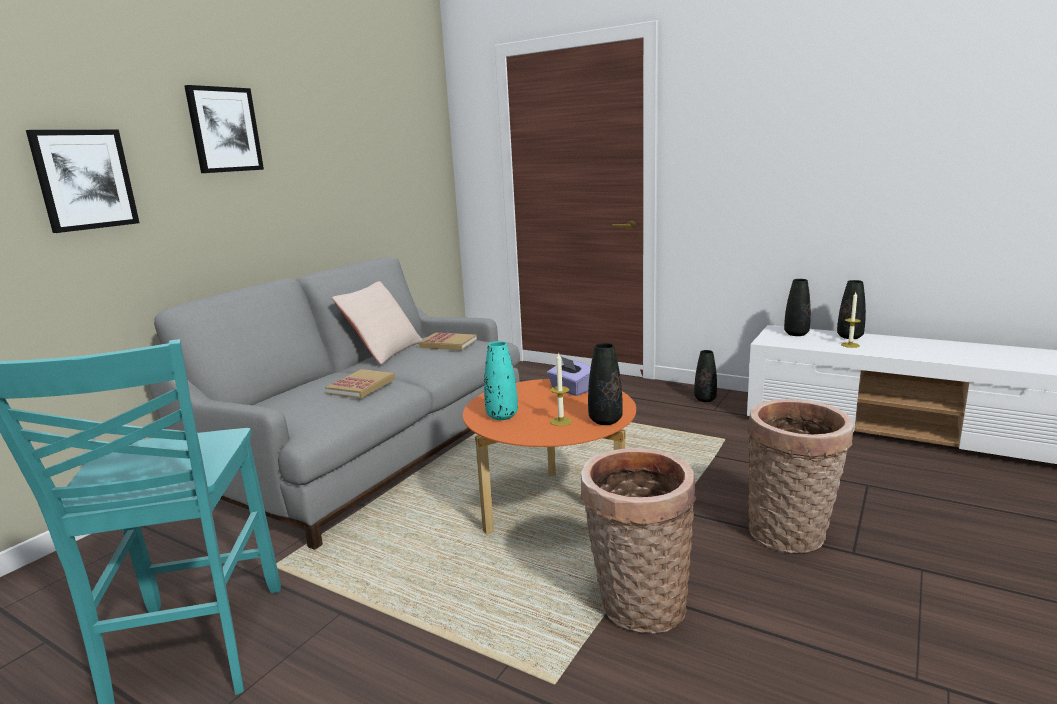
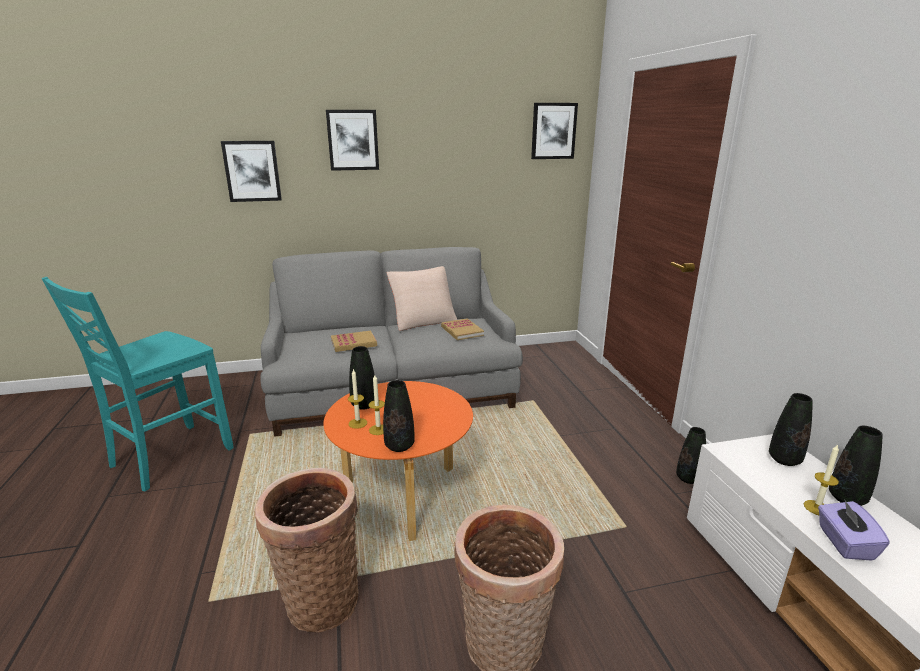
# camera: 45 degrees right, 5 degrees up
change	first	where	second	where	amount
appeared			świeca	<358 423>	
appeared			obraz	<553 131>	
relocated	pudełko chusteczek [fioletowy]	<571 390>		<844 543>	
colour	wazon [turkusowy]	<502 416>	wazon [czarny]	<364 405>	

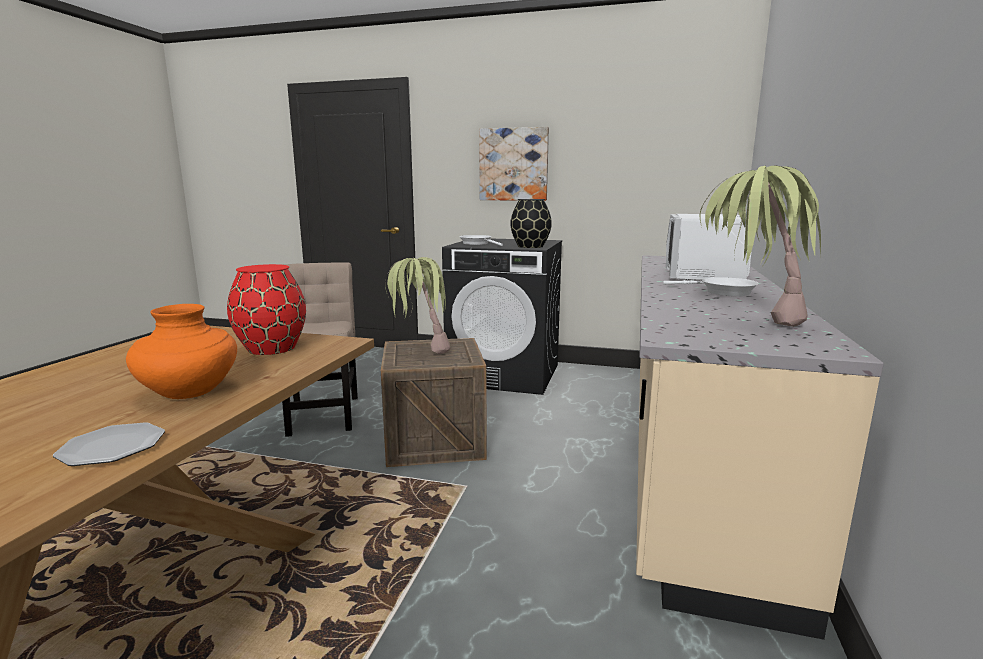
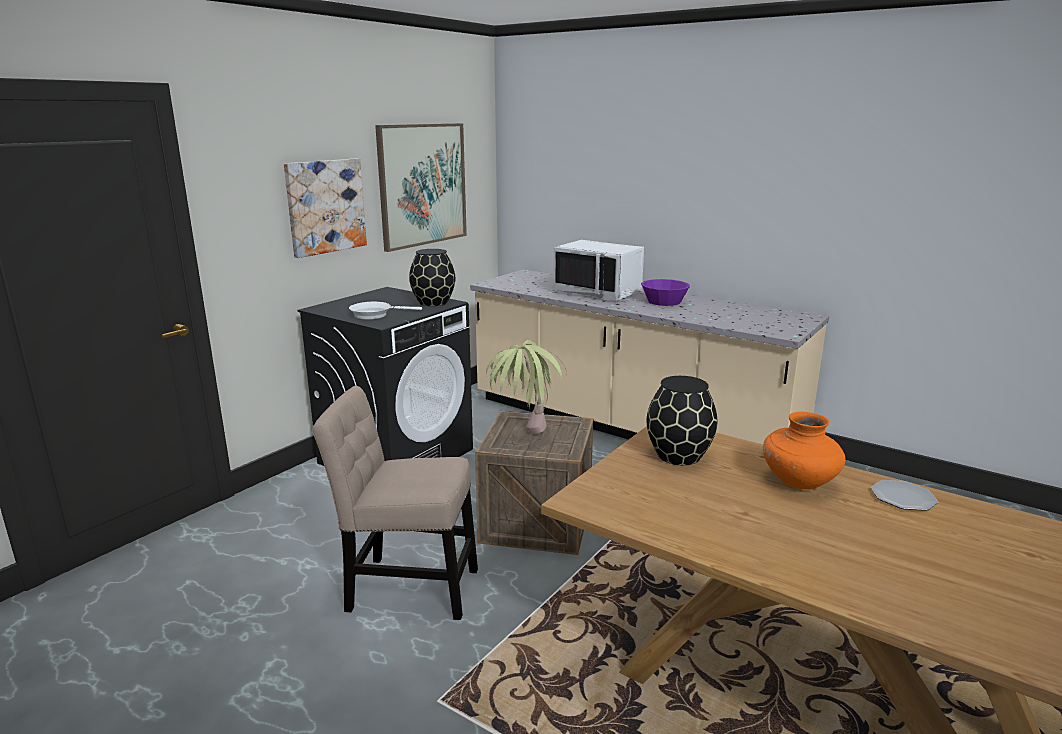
# camera: 70 degrees left, 5 degrees up
change	first	where	second	where	amount
missing	roślina doniczkowa	<749 324>			
appeared			obraz	<422 185>	
exchanged	patelnia [biały]	<722 292>	miska [fioletowy]	<664 301>	
colour	wazon [czerwony]	<271 348>	wazon [czarny]	<678 456>	

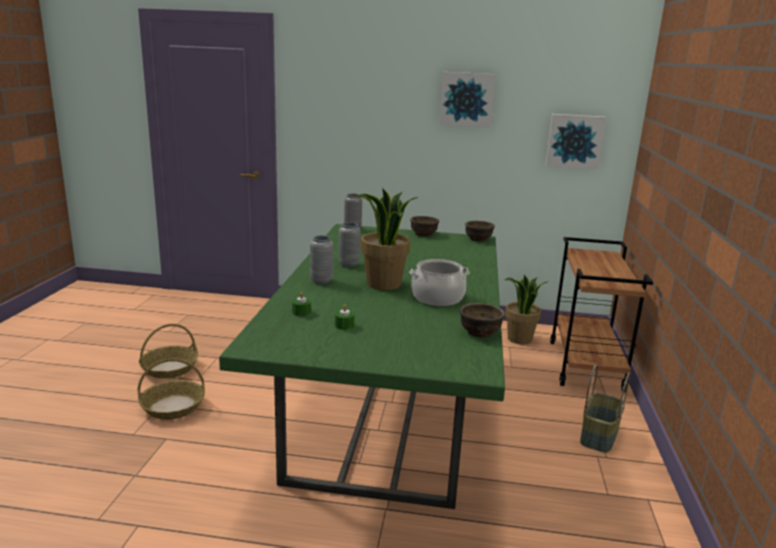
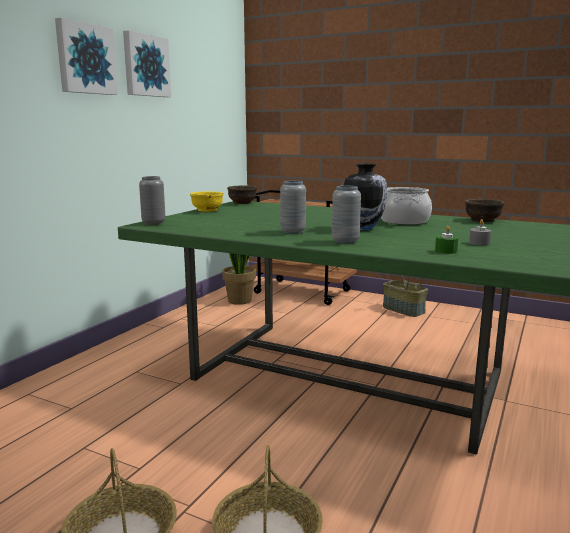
# camera: 70 degrees left, 5 degrees down
change	first	where	second	where	amount
relocated	obraz	<574 141>		<85 59>	
exchanged	roślina doniczkowa	<383 284>	wazon	<363 228>	
colour	świeca [zielony]	<344 325>	świeca [szary]	<479 243>	
colour	miska [brązowy]	<423 234>	miska [żółty]	<207 210>	

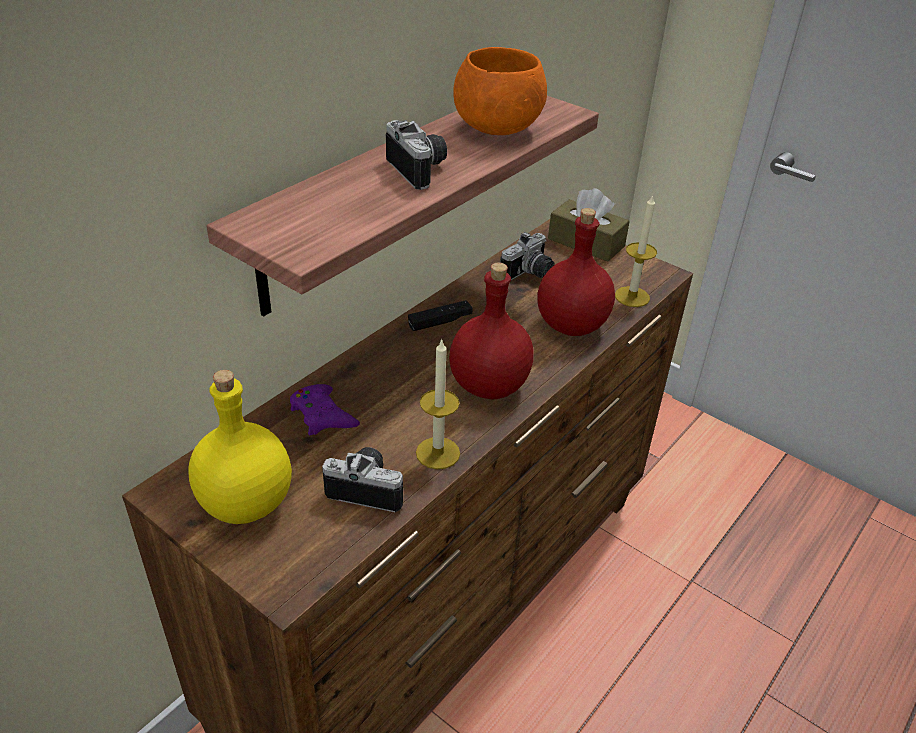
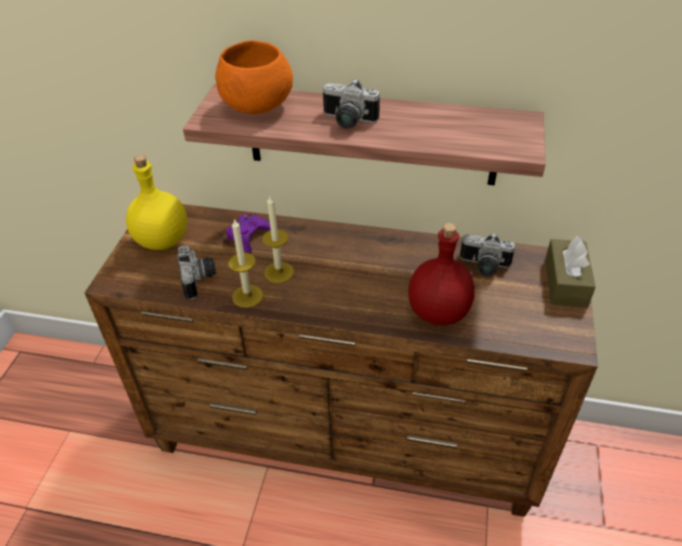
# camera: 65 degrees right, 5 degrees up
change	first	where	second	where	amount
missing	pad do gier [czarny]	<440 322>			
missing	butelka [czerwony]	<490 386>			
relocated	miska [pomarańczowy]	<496 128>		<256 106>	
relocated	świeca	<632 296>		<279 272>	
spun	aparat fotograficzny	<421 170>		<347 121>	75 degrees clockwise

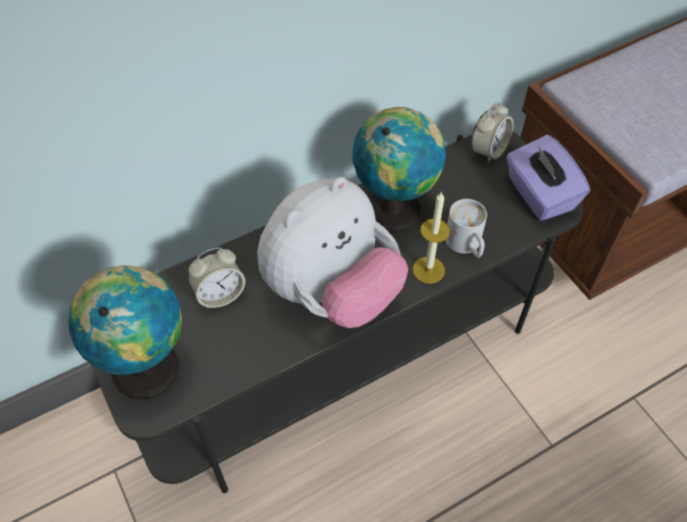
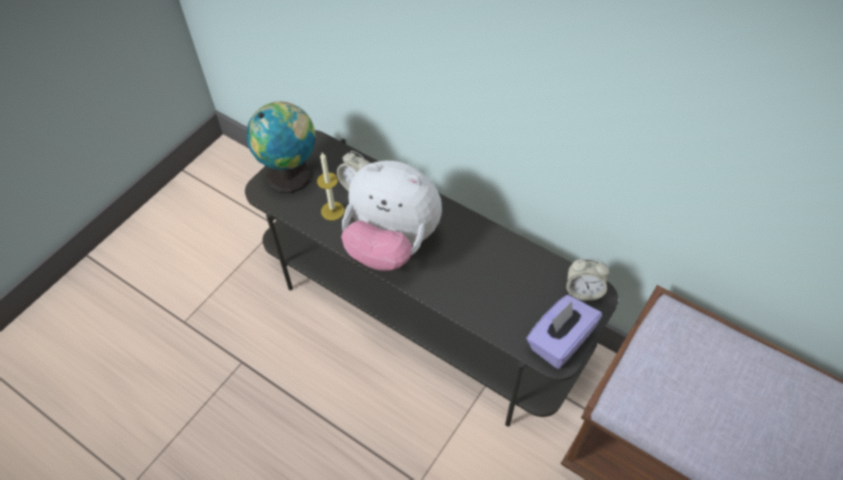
# camera: 65 degrees right, 0 degrees up
change	first	where	second	where	amount
missing	globus	<394 207>			
missing	kubek [biały]	<466 245>			
relocated	świeca	<428 270>		<332 211>	

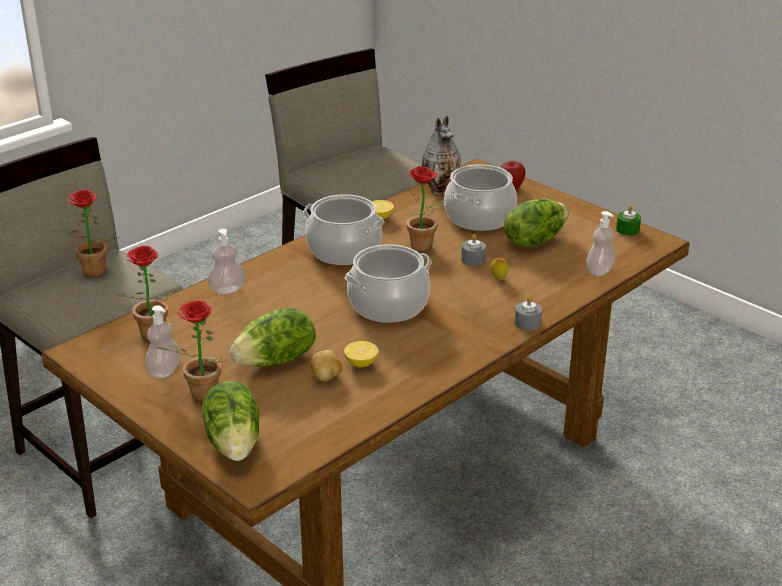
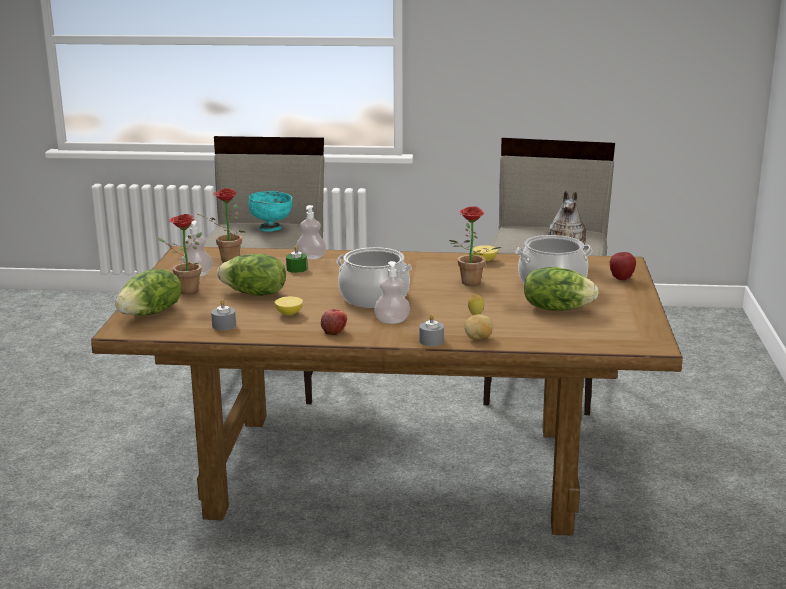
# camera: 50 degrees right, 10 degrees down
change	first	where	second	where	amount
missing	garnek	<344 250>			
appeared			jabłko	<334 331>	
relocated	ziemniak	<326 377>		<478 338>	
relocated	świeca [szary]	<473 259>		<224 325>	
relocated	dozownik mydła	<599 271>		<392 321>	
relocated	świeca [zielony]	<627 230>		<296 269>	
exchanged	roślina doniczkowa	<91 274>	miska [turkusowy]	<271 228>	

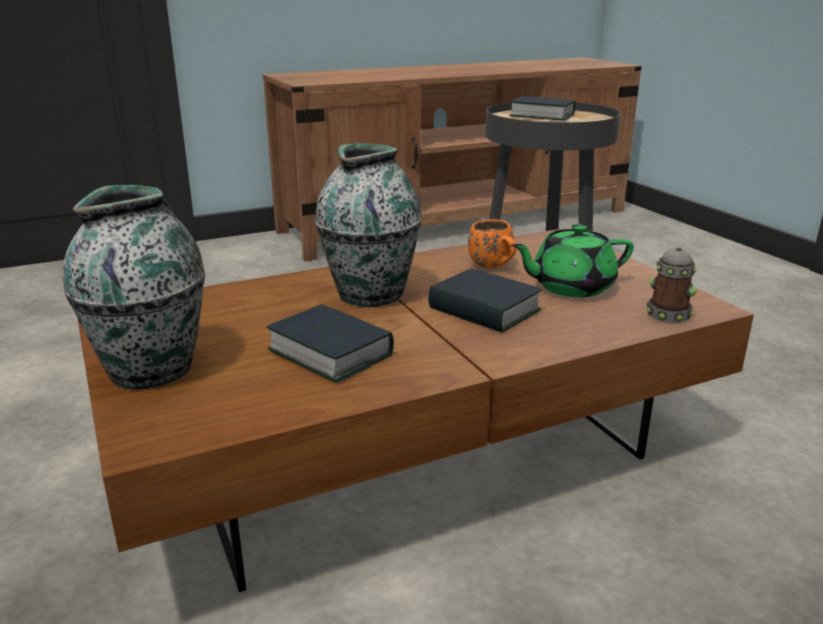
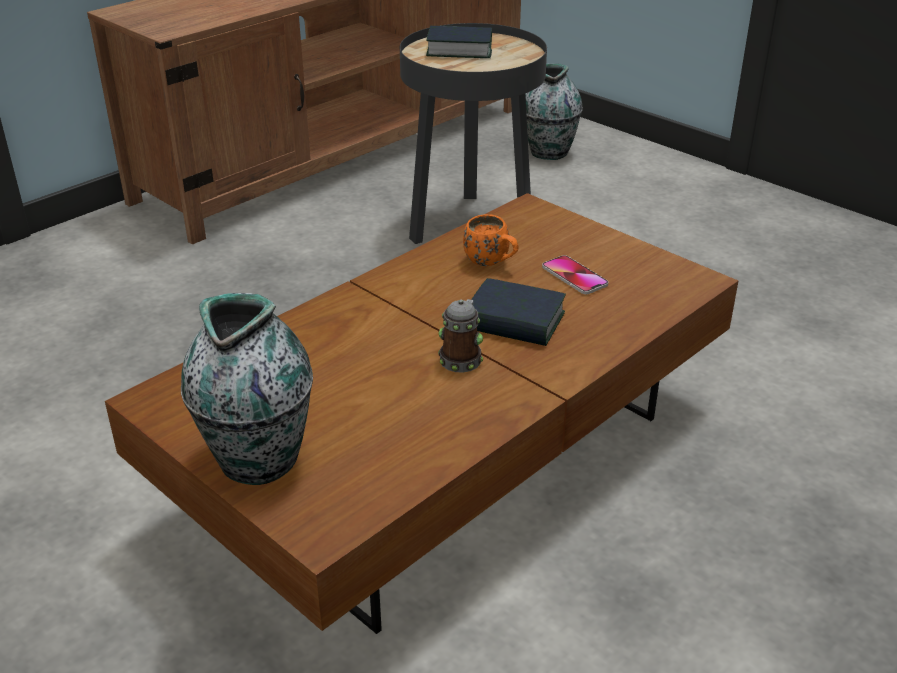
# camera: 20 degrees left, 10 degrees up
change	first	where	second	where	amount
missing	książka	<330 352>			
relocated	wazon	<371 294>		<548 152>	
relocated	kubek	<670 313>		<462 357>	
exchanged	imbryk [zielony]	<570 287>	telefon	<574 276>	

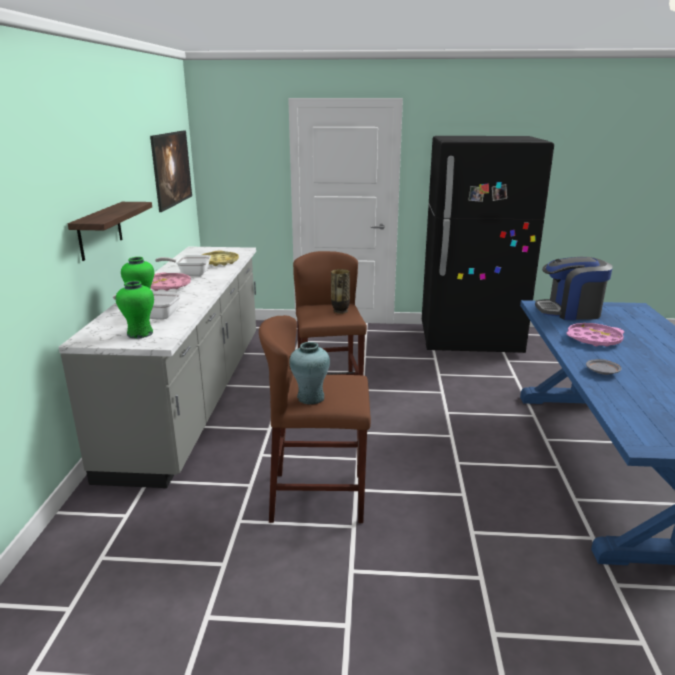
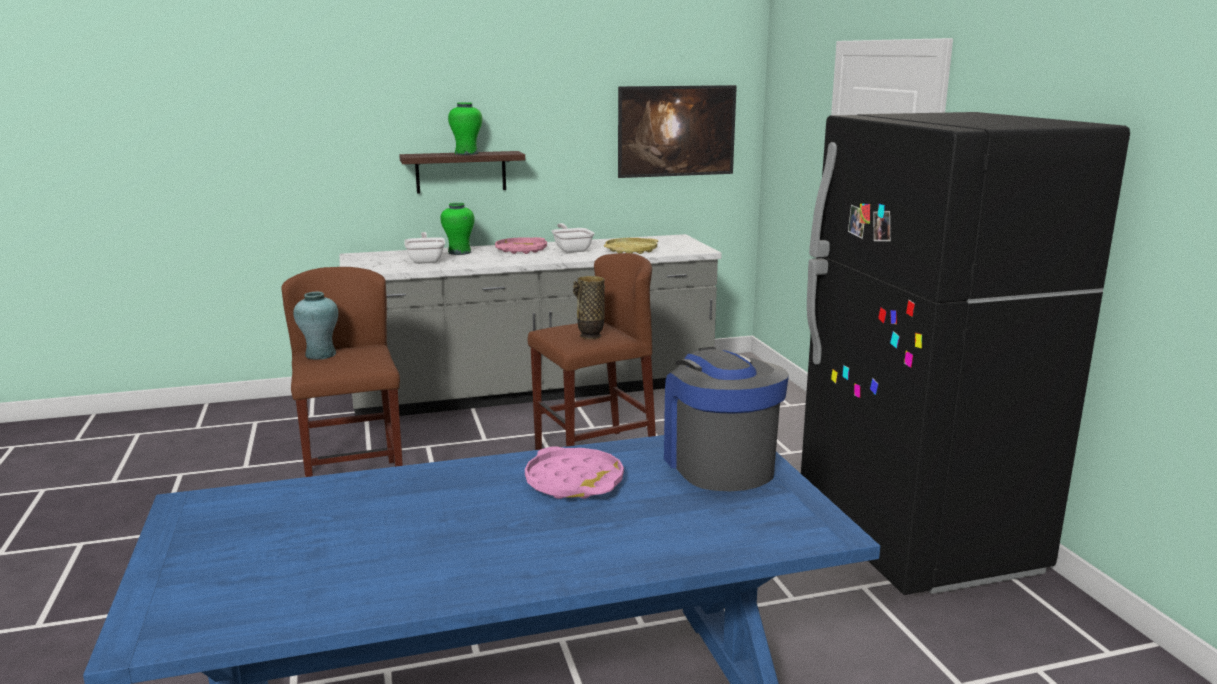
# camera: 70 degrees right, 5 degrees down
change	first	where	second	where	amount
missing	talerz [szary]	<602 372>			
relocated	wazon [zielony]	<139 333>		<466 153>	

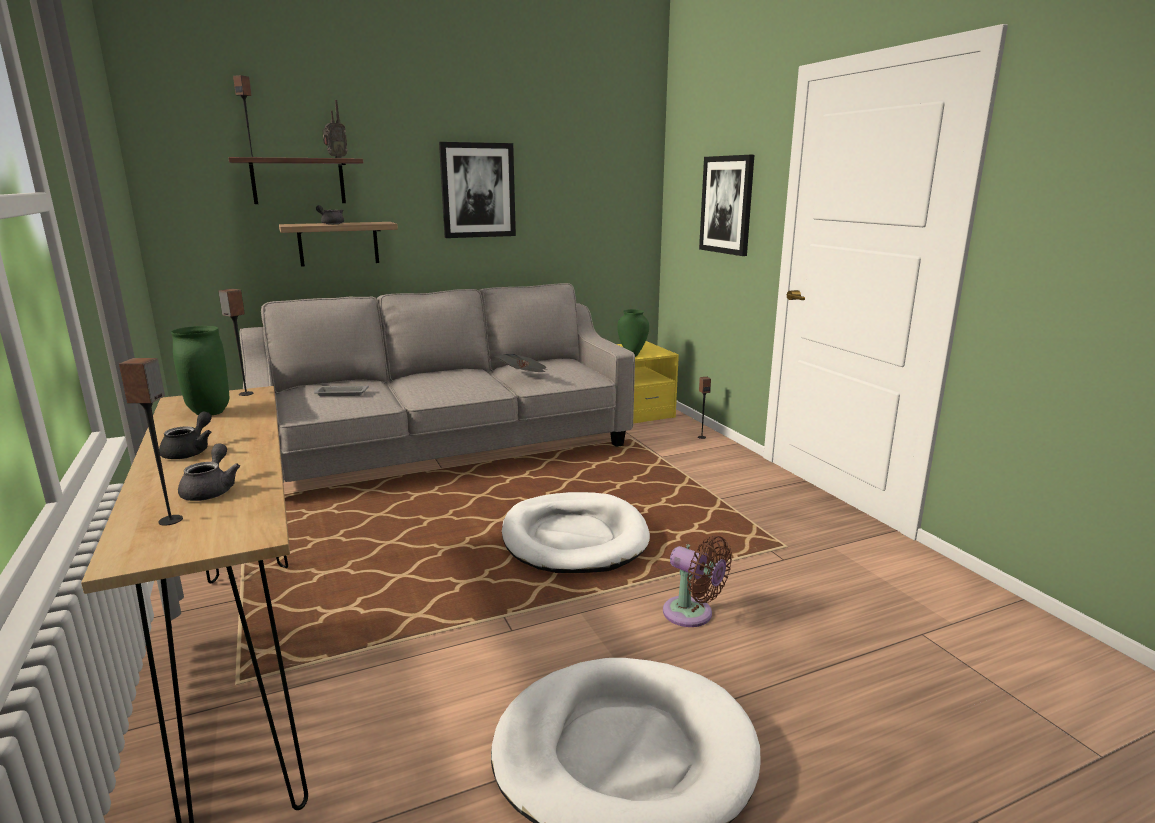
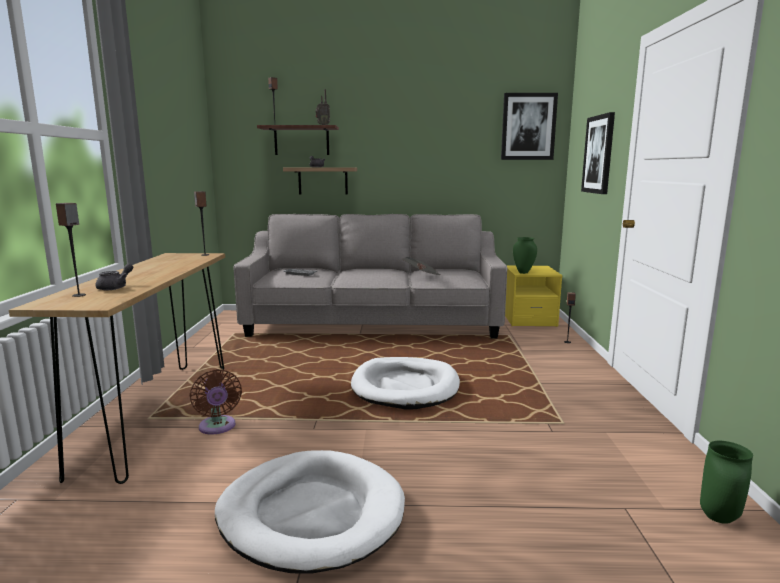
# camera: 25 degrees right, 5 degrees down
change	first	where	second	where	amount
missing	imbryk [czarny]	<190 451>			
relocated	wazon [zielony]	<210 413>		<720 518>	
relocated	obraz	<478 190>		<528 126>	
relocated	wentylator [brązowy]	<692 614>		<217 427>	

